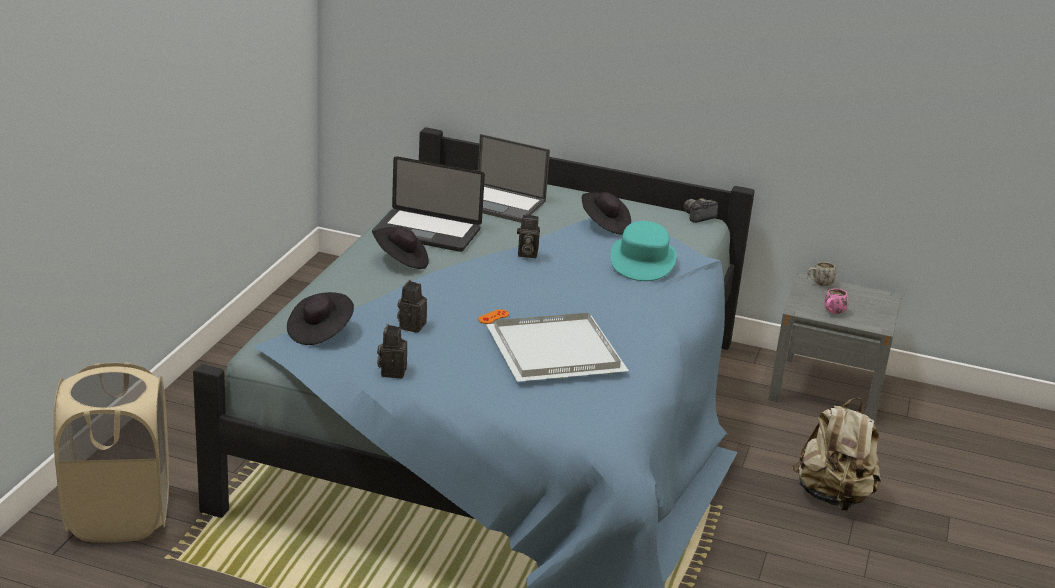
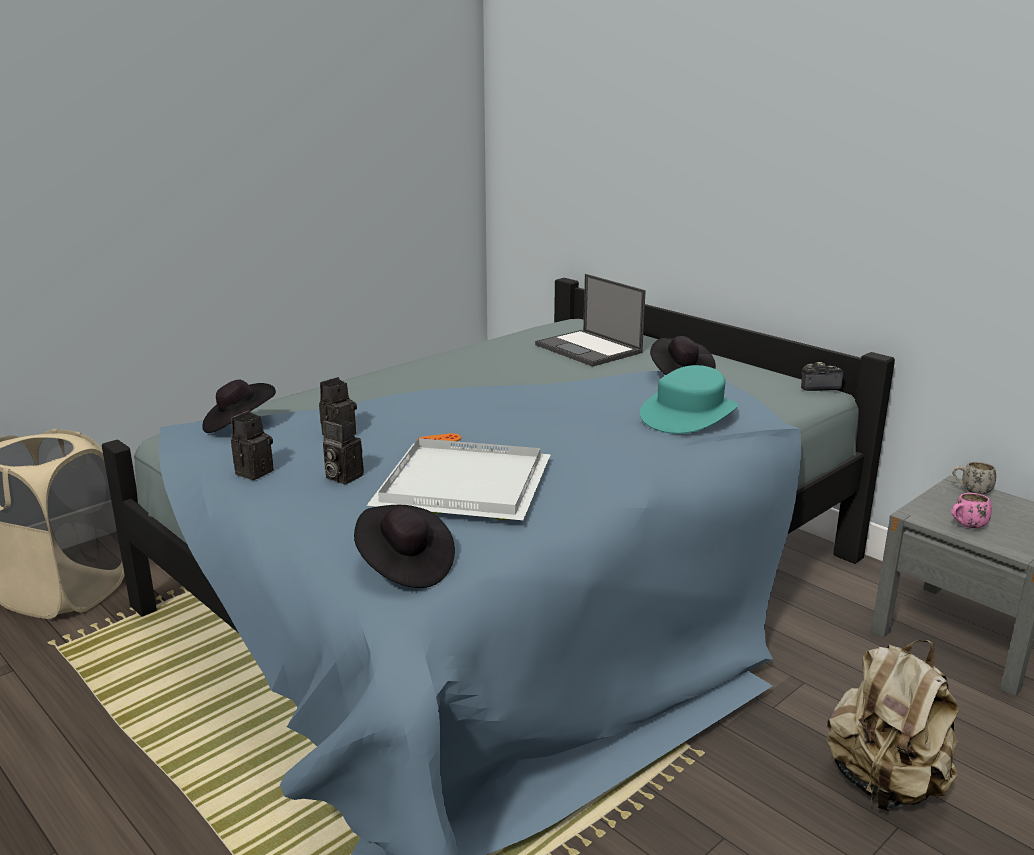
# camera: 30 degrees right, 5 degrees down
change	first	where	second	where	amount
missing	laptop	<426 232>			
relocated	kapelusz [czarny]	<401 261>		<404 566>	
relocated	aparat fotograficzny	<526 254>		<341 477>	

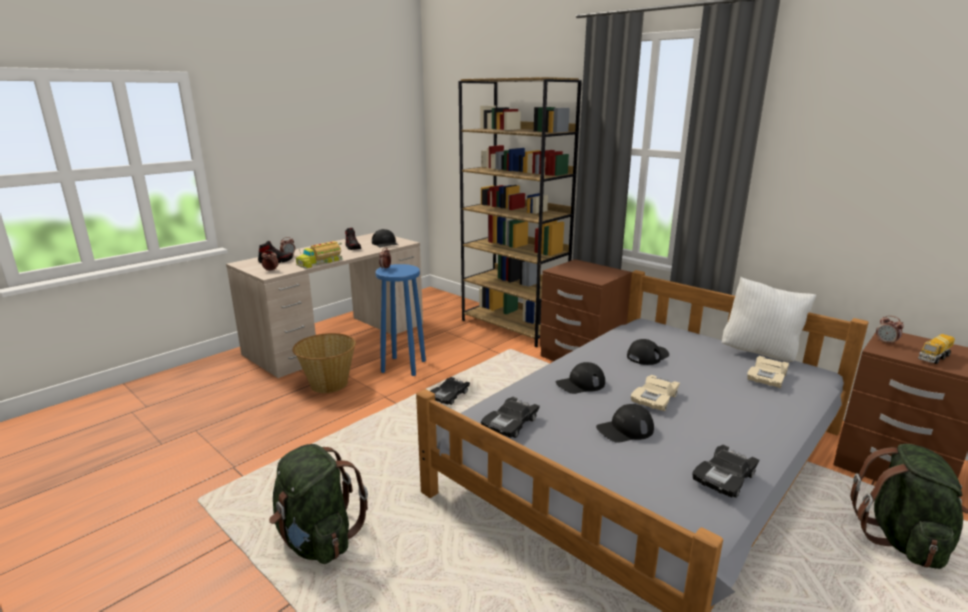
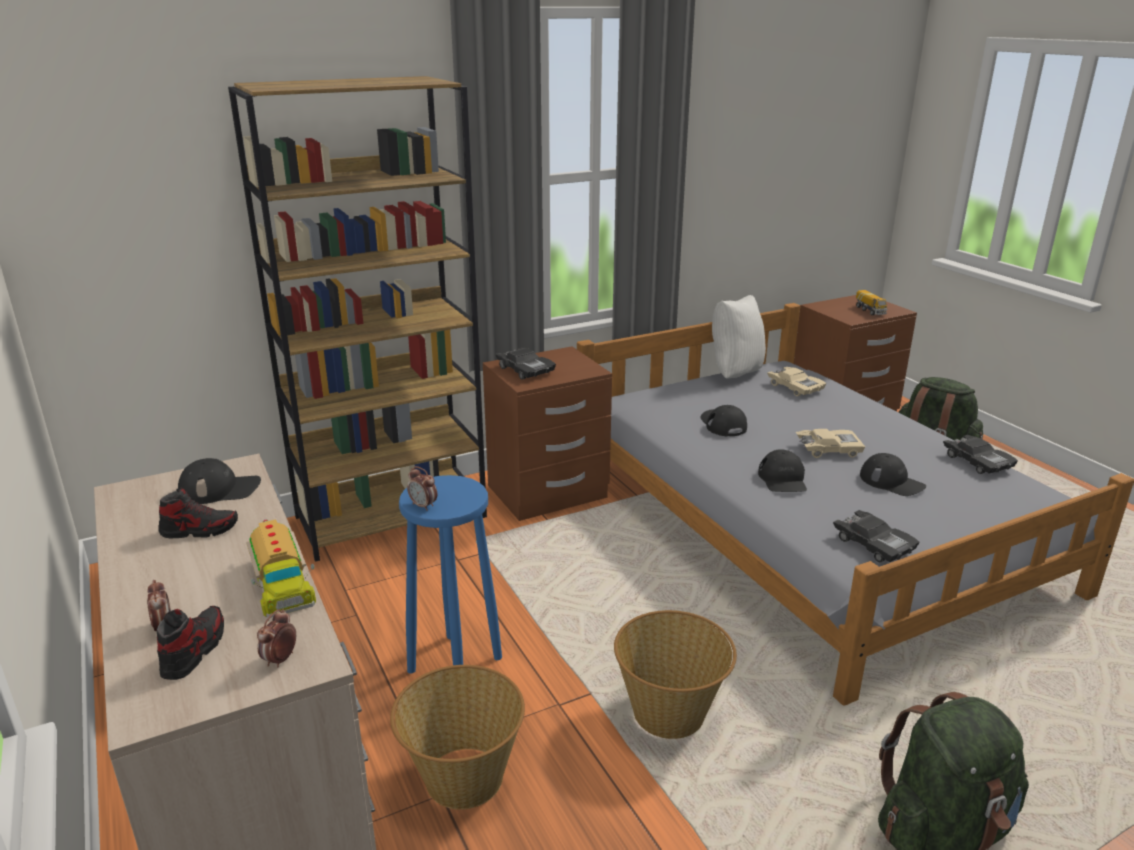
# camera: 70 degrees left, 5 degrees up
change	first	where	second	where	amount
missing	budzik	<886 343>			
appeared			koszyk	<670 713>	
relocated	samochodzik [czarny]	<449 396>		<525 370>	
spun	czapka z daszkiem [czarny]	<625 429>		<892 482>	45 degrees counterclockwise
spun	samochodzik [beżowy]	<655 399>		<828 449>	60 degrees counterclockwise

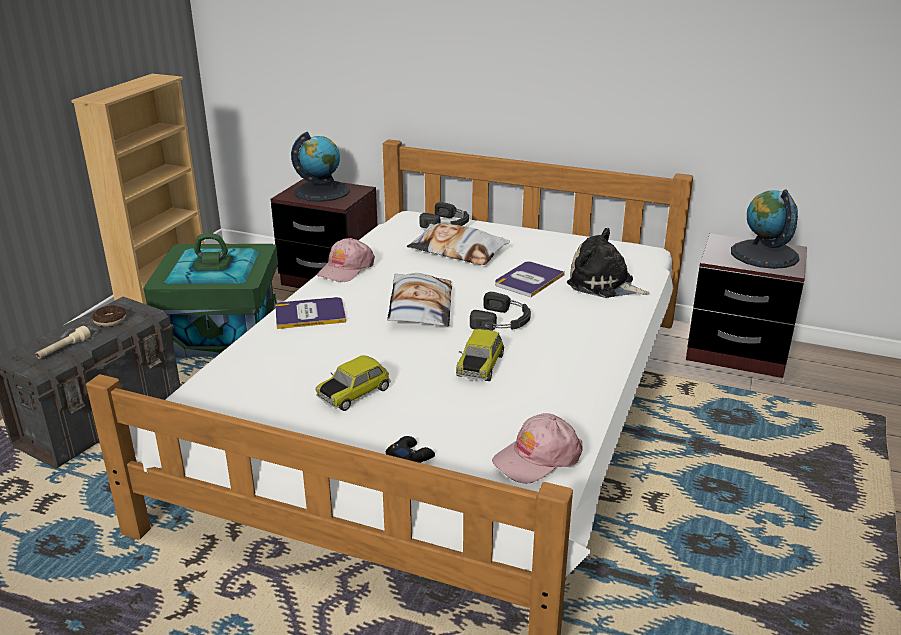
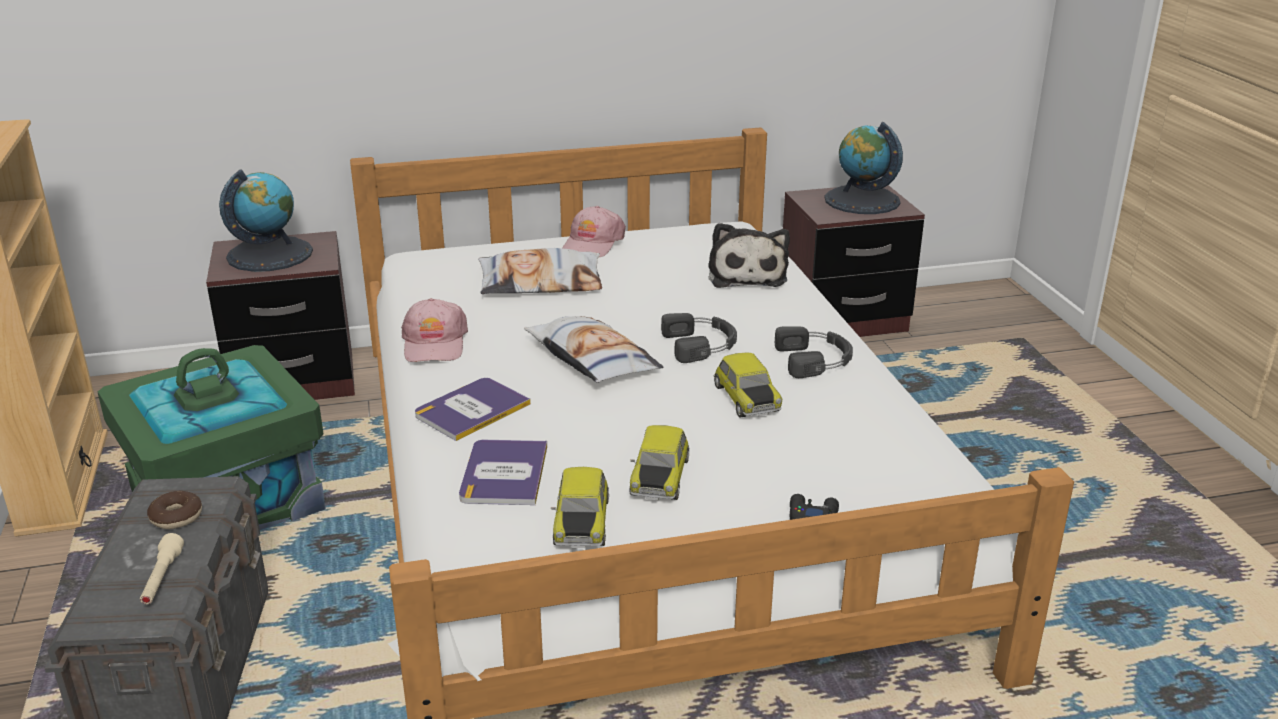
# camera: 35 degrees left, 0 degrees up
change	first	where	second	where	amount
appeared			samochodzik	<580 522>	
relocated	słuchawki [czarny]	<447 223>		<815 359>	
relocated	czapka z daszkiem [różowy]	<537 458>		<592 243>	
relocated	książka	<529 280>		<504 474>	
spun	pluszak	<603 284>		<746 275>	90 degrees counterclockwise

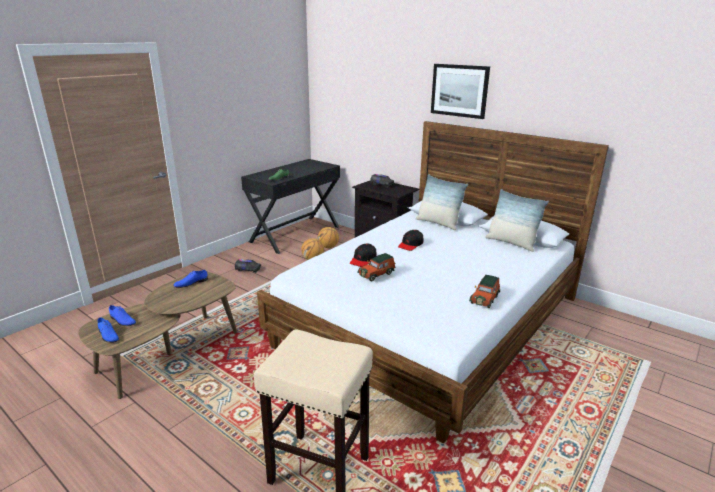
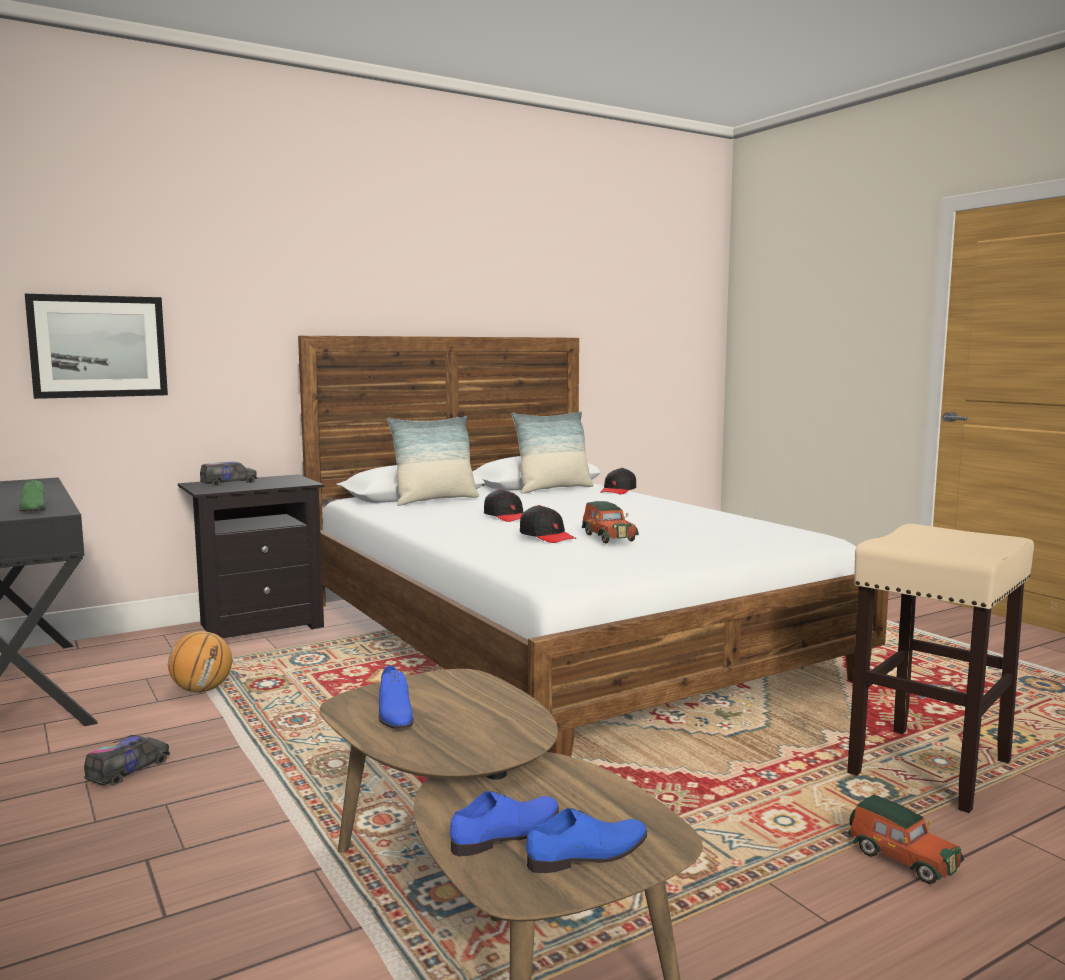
# camera: 70 degrees left, 15 degrees down
change	first	where	second	where	amount
missing	piłka do koszykówki	<328 247>			
appeared			czapka z daszkiem [czarny]	<618 490>	
relocated	obraz	<459 90>		<98 346>	
relocated	samochodzik	<485 299>		<901 858>	

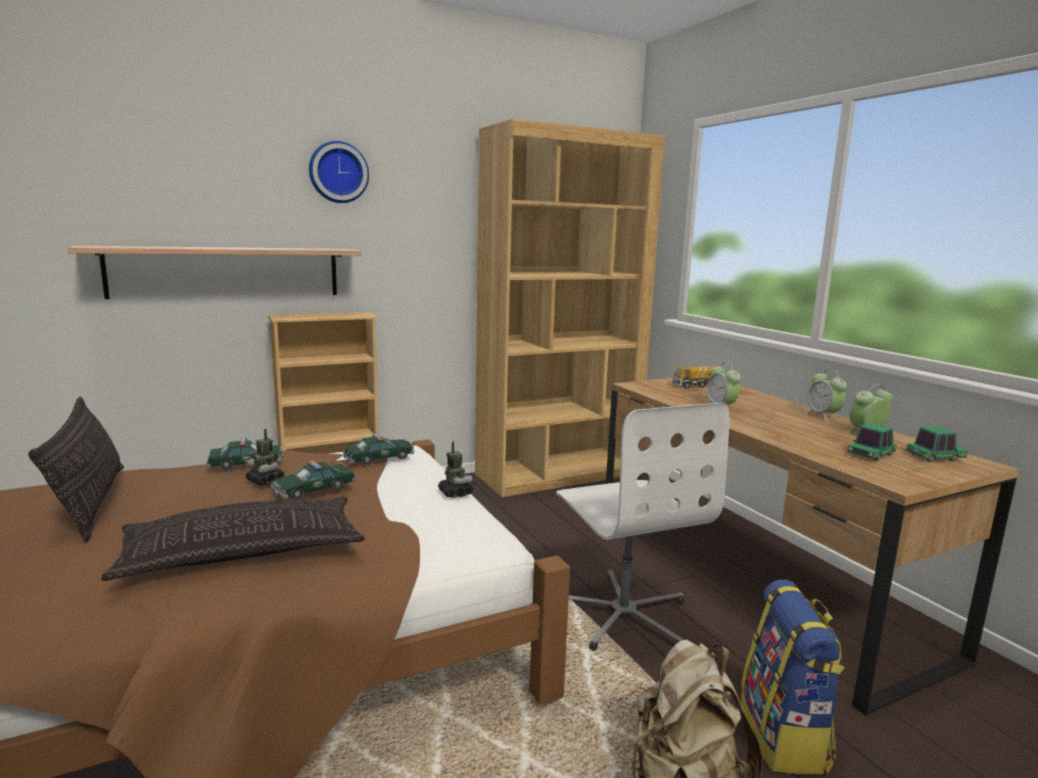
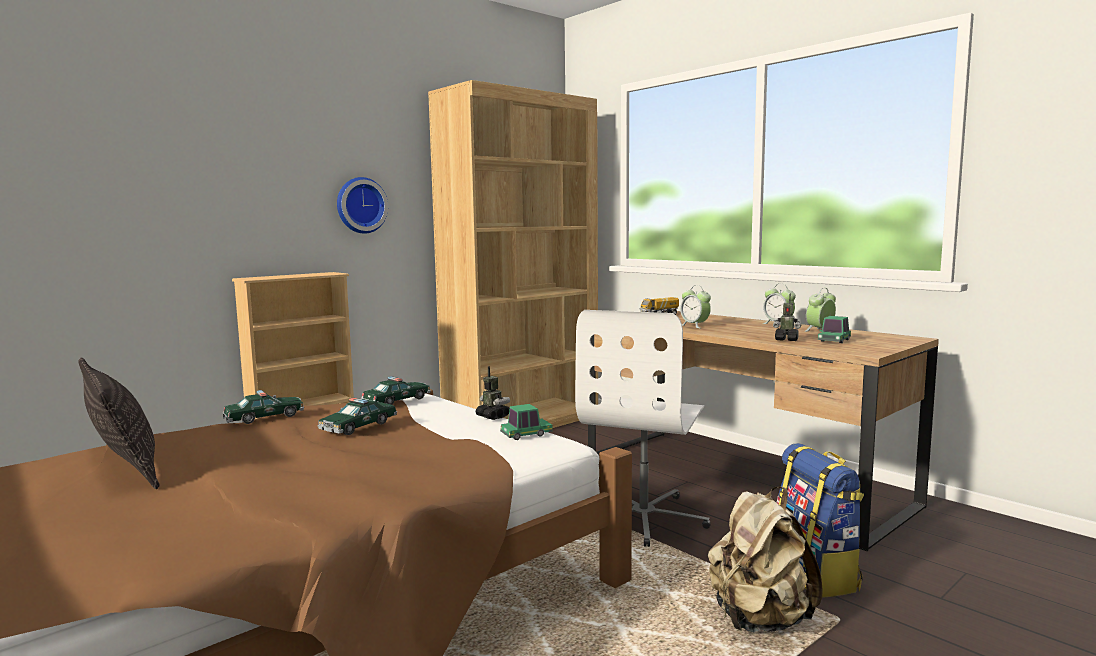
# camera: 15 degrees left, 5 degrees down
change	first	where	second	where	amount
missing	półka	<227 272>			
missing	poduszka	<243 551>			
relocated	robot zabawkowy	<265 481>		<786 340>	
relocated	zegar ścienny	<338 172>		<360 205>	
relocated	samochodzik	<934 457>		<526 434>	
spun	krzesło biurowe [biały]	<624 614>		<644 518>	60 degrees clockwise

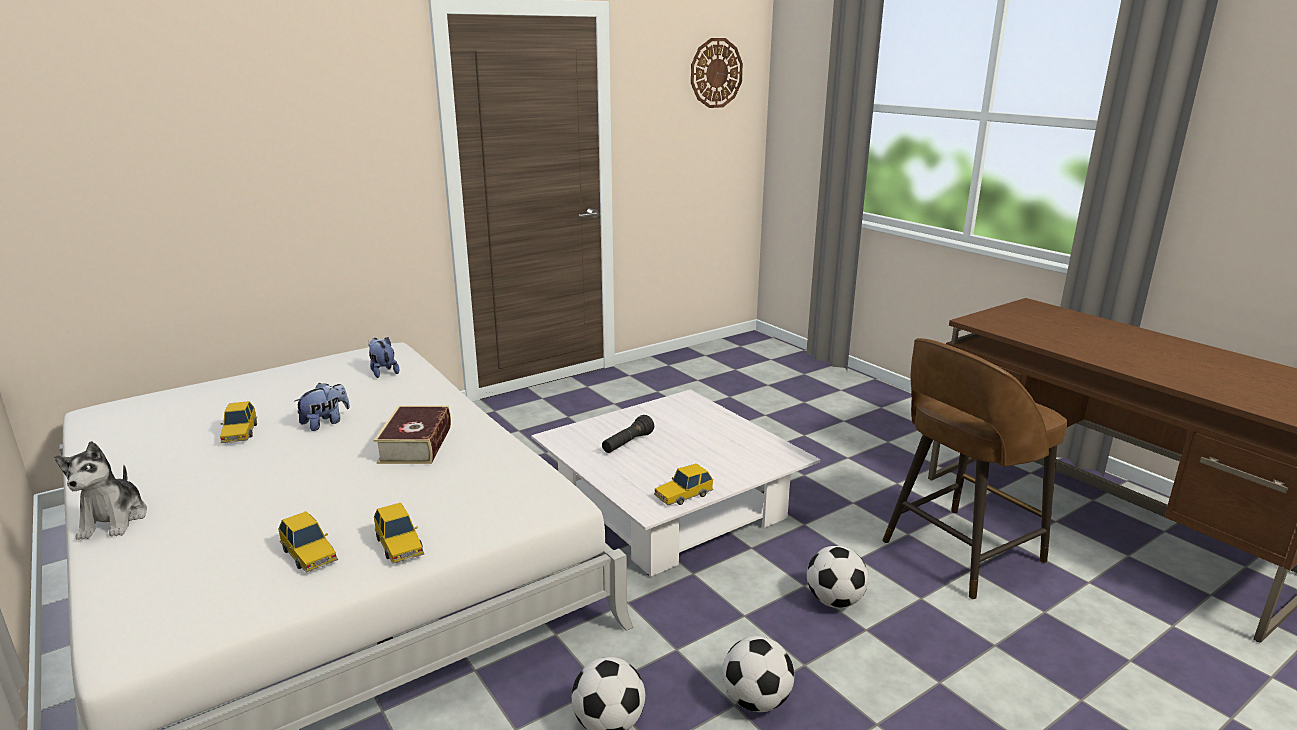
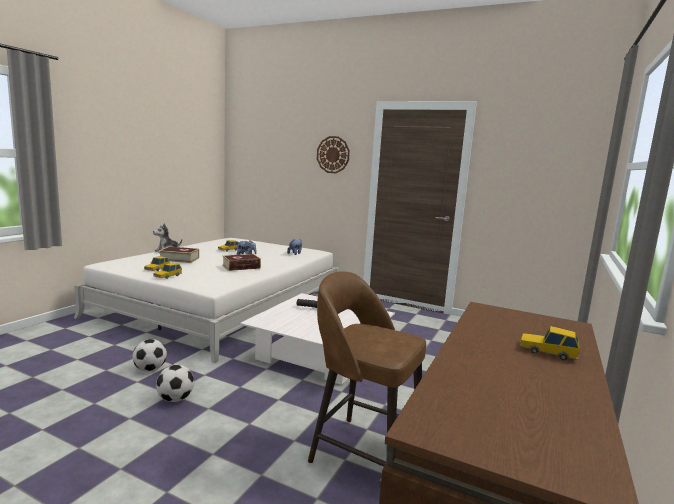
# camera: 60 degrees right, 10 degrees down
change	first	where	second	where	amount
missing	piłka futbolowa	<834 601>			
appeared			książka	<179 259>	
relocated	samochodzik	<683 495>		<547 352>	
relocated	zegar ścienny	<716 73>		<333 154>	

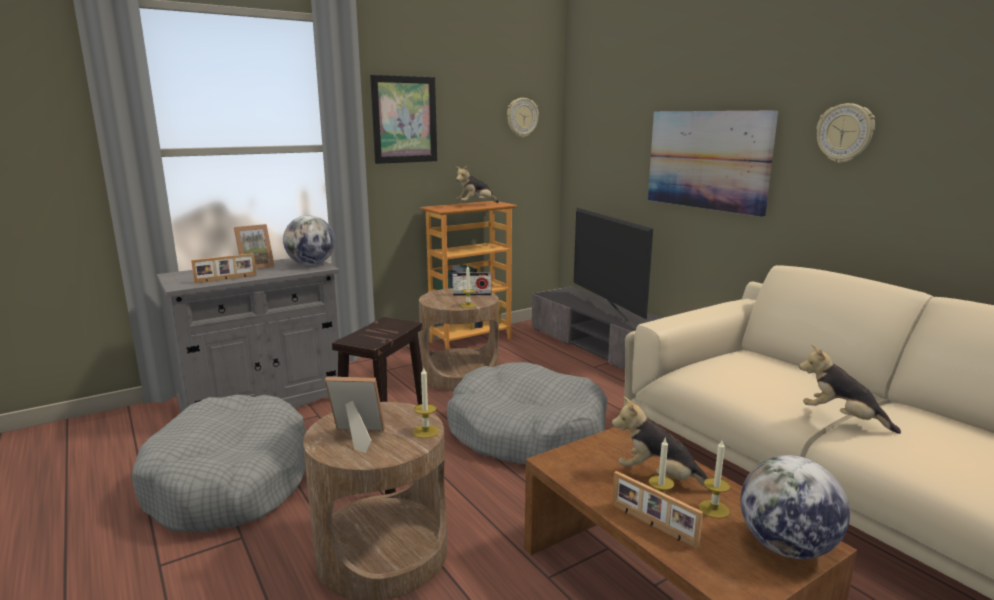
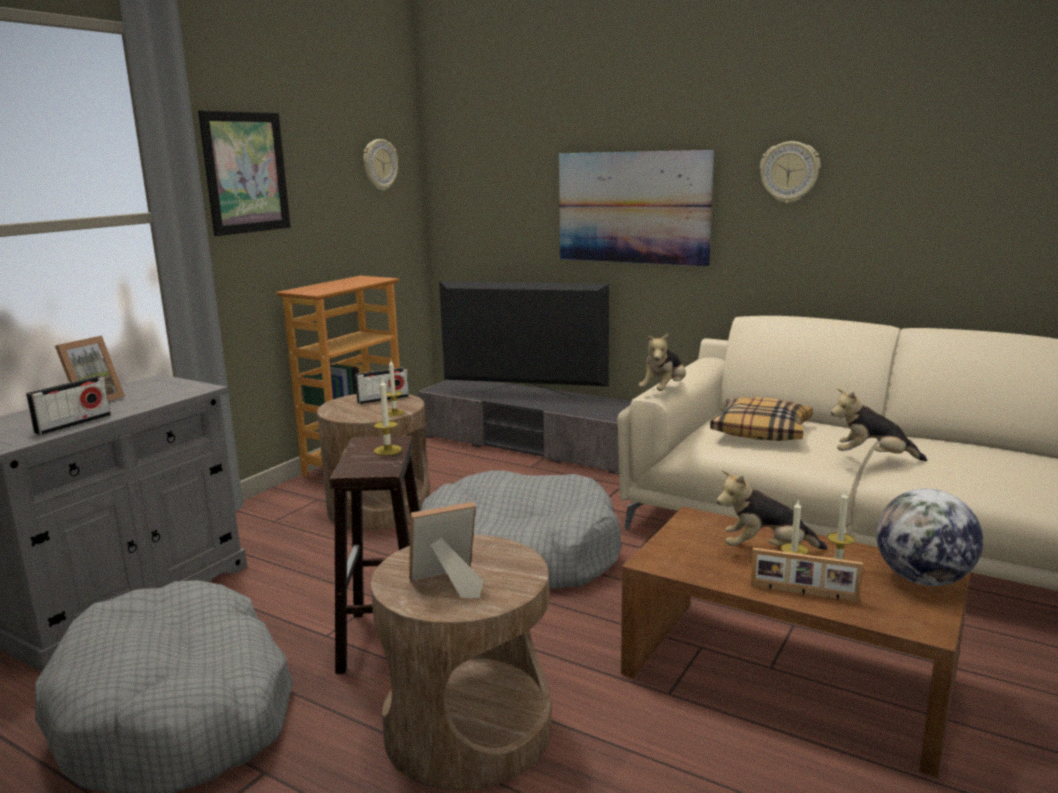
# camera: 25 degrees left, 0 degrees up
change	first	where	second	where	amount
missing	globus	<311 264>			
appeared			poduszka	<761 431>	
relocated	świeca	<425 431>		<387 450>	
relocated	pluszak	<475 204>		<664 391>	
exchanged	ramka na zdjęcie	<226 279>	radio	<73 424>	
spun	telewizor	<607 309>		<524 396>	150 degrees clockwise

